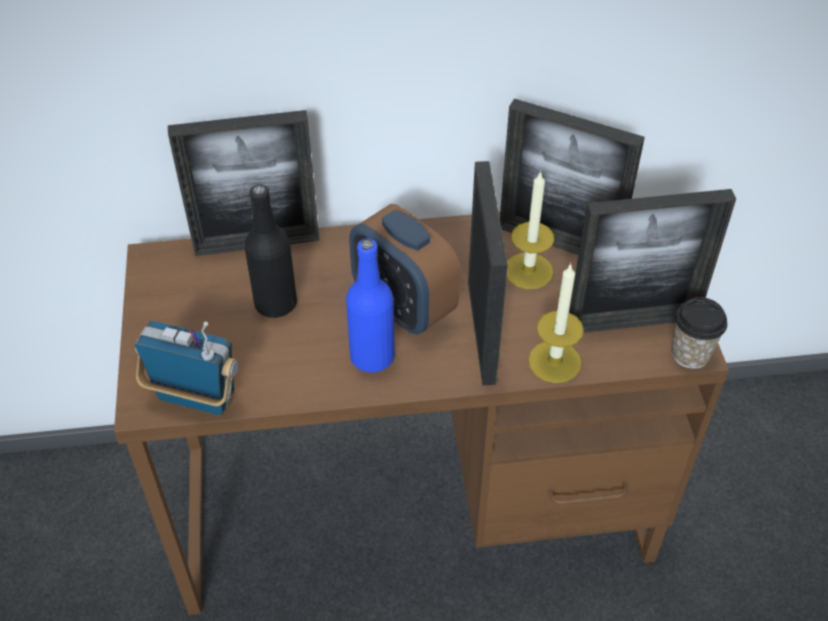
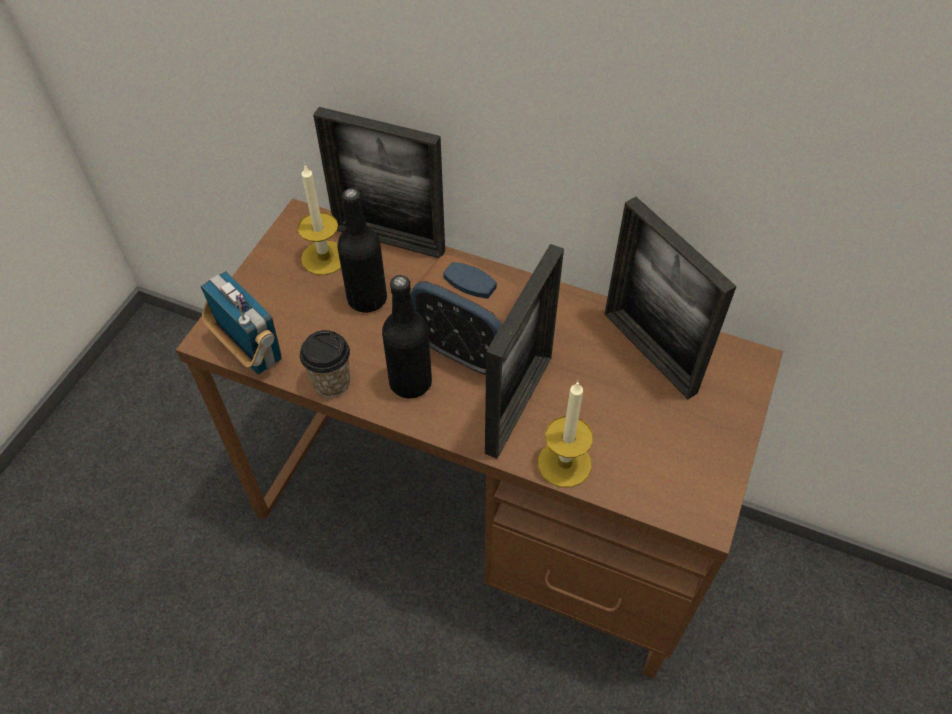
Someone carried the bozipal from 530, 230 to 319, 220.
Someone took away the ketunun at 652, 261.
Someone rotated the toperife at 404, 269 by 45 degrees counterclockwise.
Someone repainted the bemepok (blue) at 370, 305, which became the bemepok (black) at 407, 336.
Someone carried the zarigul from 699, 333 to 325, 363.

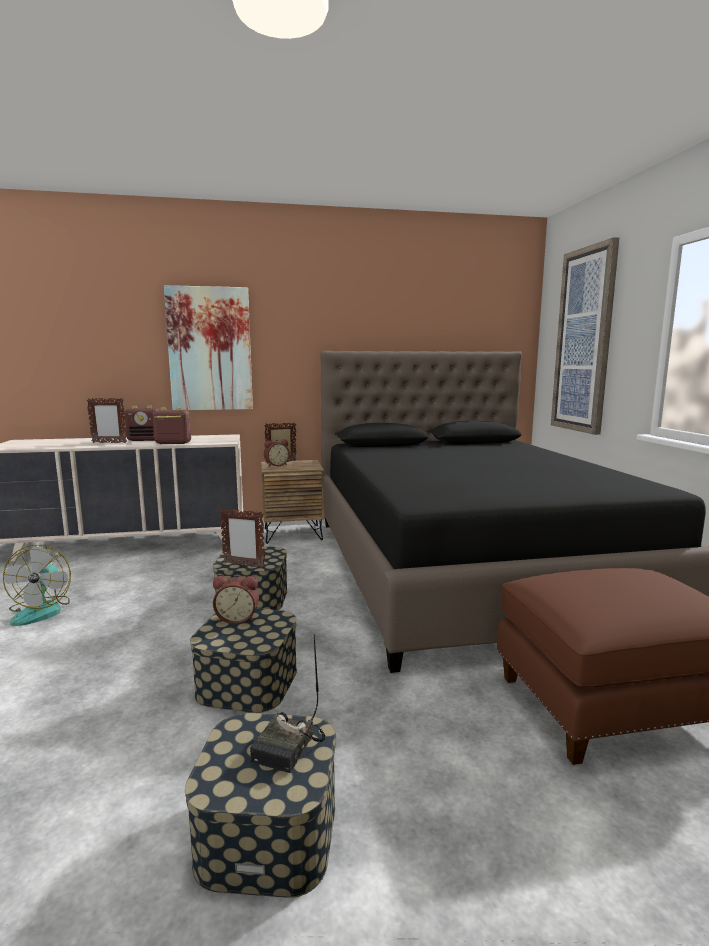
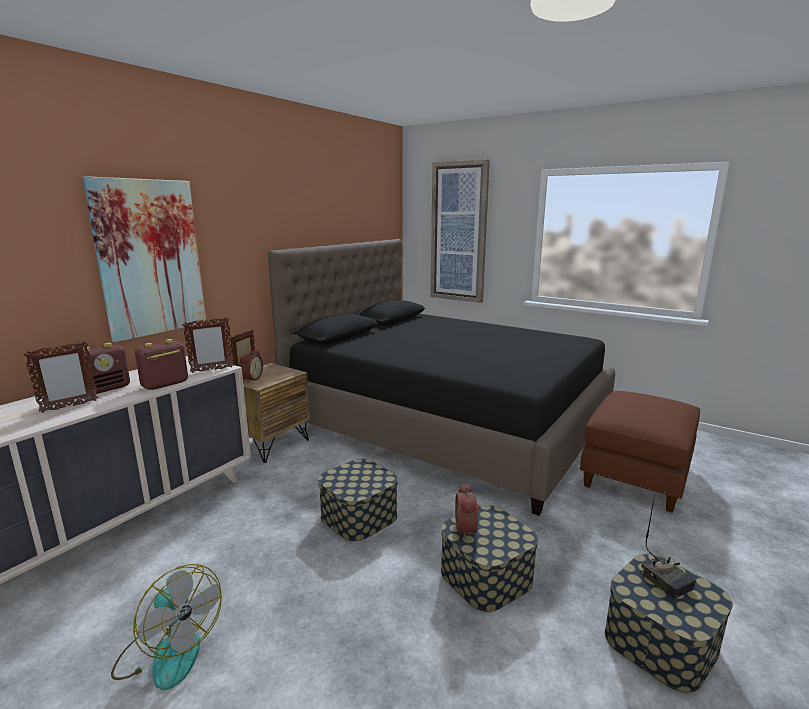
Someone carried the ketunun from 242, 538 to 208, 345.
Someone rotated the toperife at 236, 600 by 135 degrees clockwise.

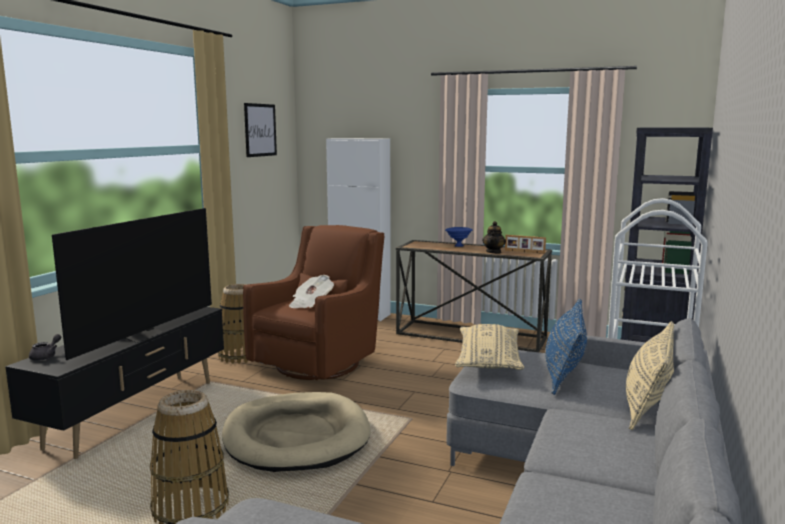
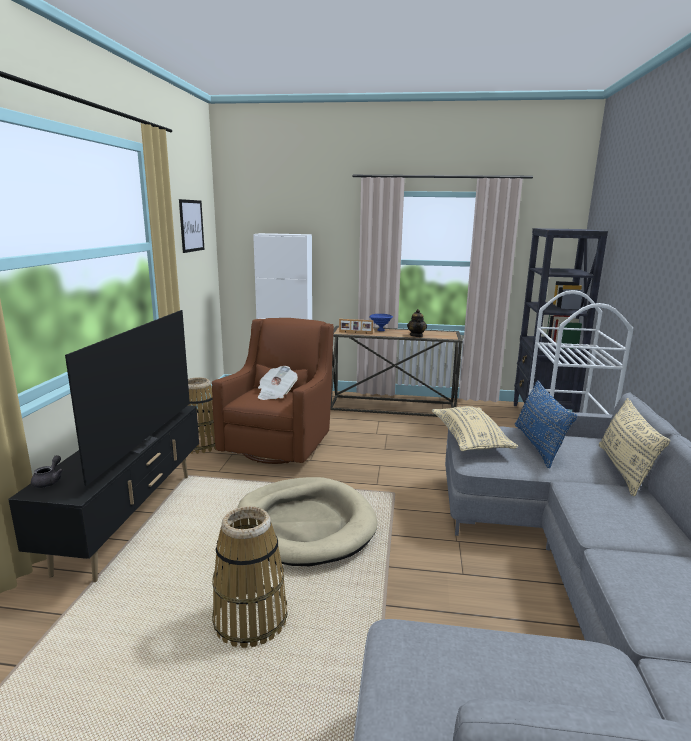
Someone carried the ketunun from 525, 244 to 356, 326.

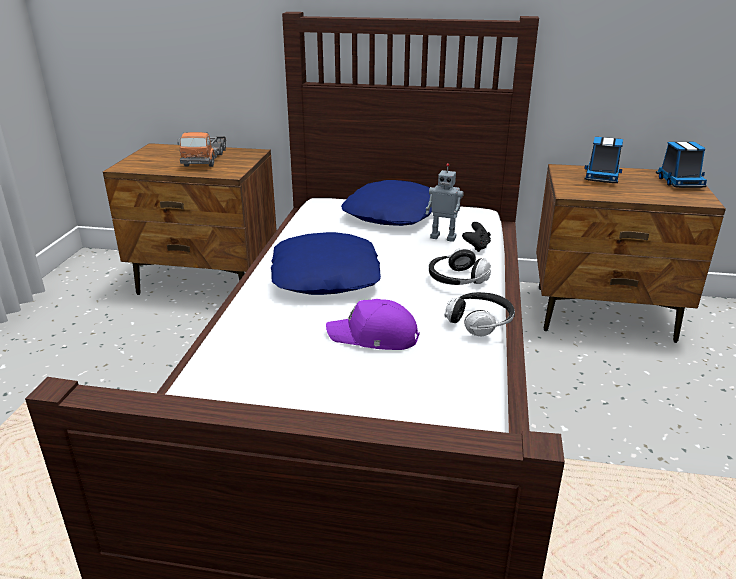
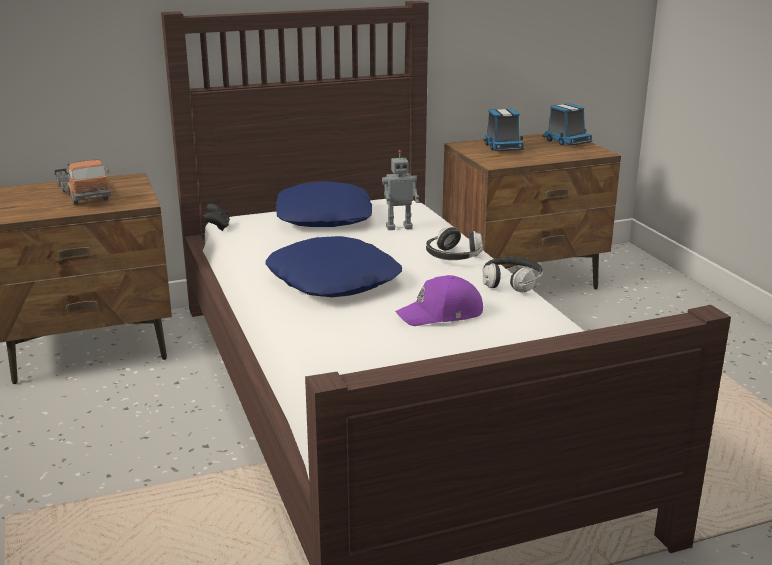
Someone carried the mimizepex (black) from 476, 237 to 217, 217.

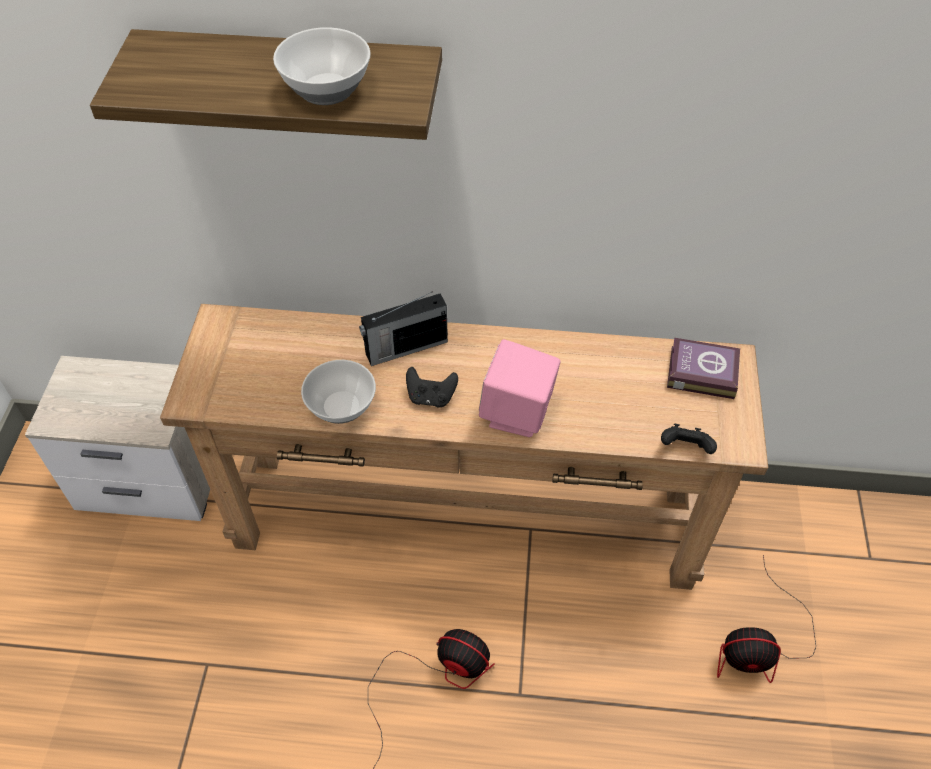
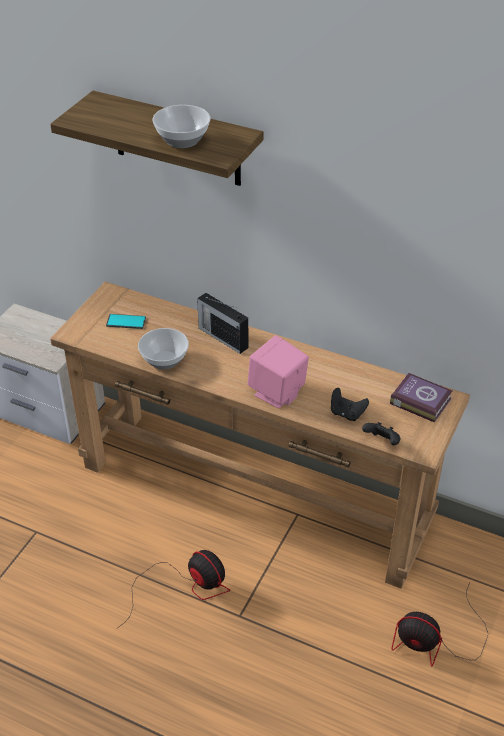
Someone rotated the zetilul at 403, 328 by 45 degrees clockwise.
Someone carried the mimizepex (black) from 432, 387 to 350, 404.
Someone put down the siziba at 126, 321.

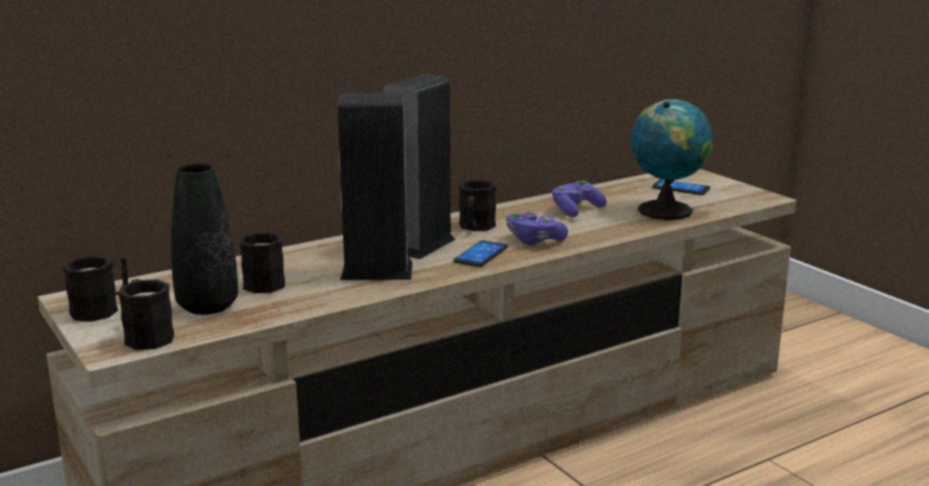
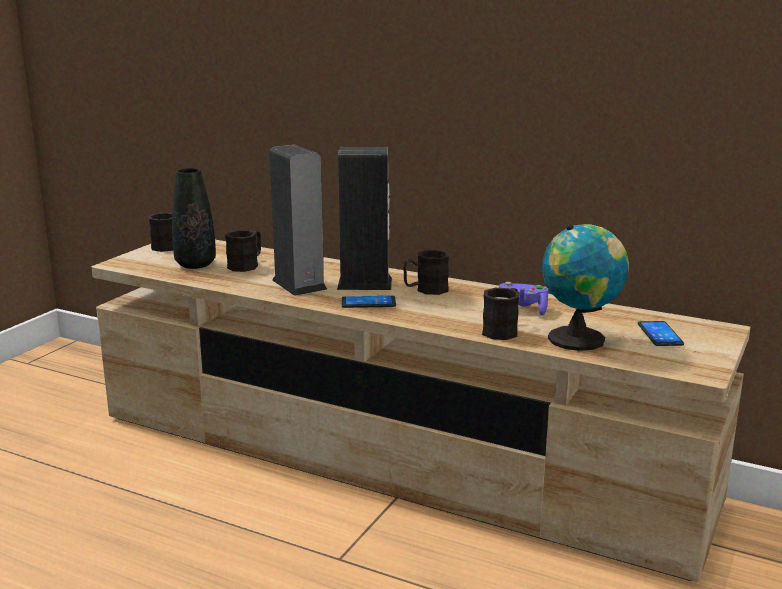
Someone took away the mimizepex (purple) at 537, 228.
Someone carried the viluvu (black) from 146, 314 to 501, 314.

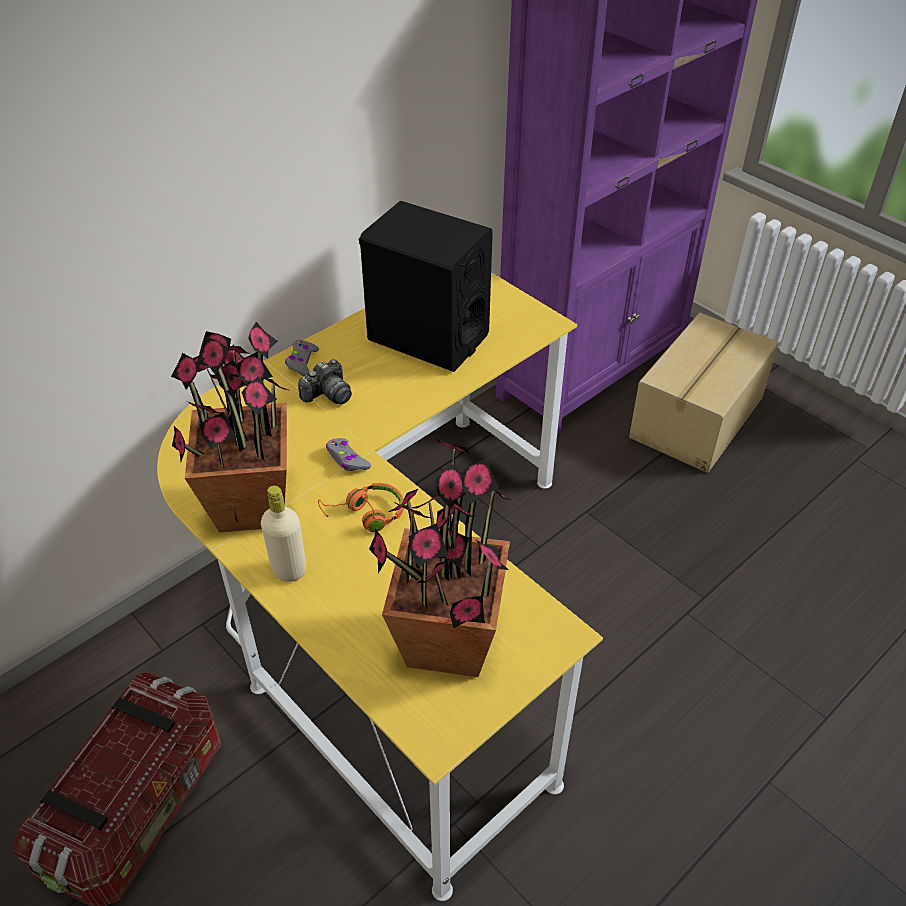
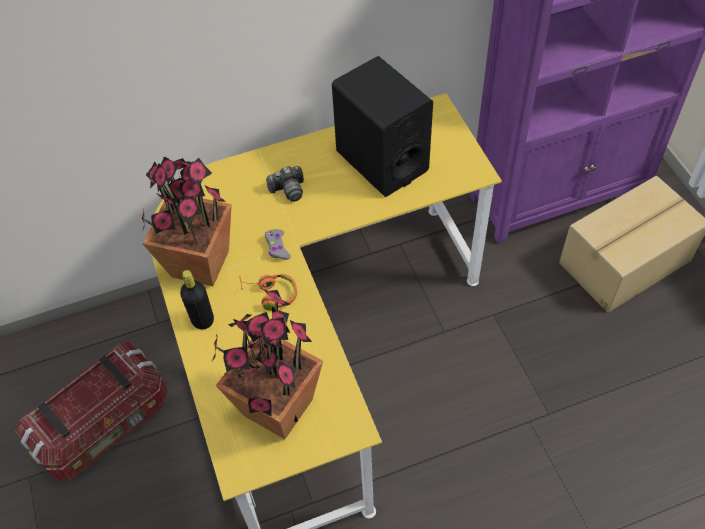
Someone took away the mimizepex (grey) at 302, 358.
Someone repainted the bemepok (beige) at 283, 534, which became the bemepok (black) at 197, 299.

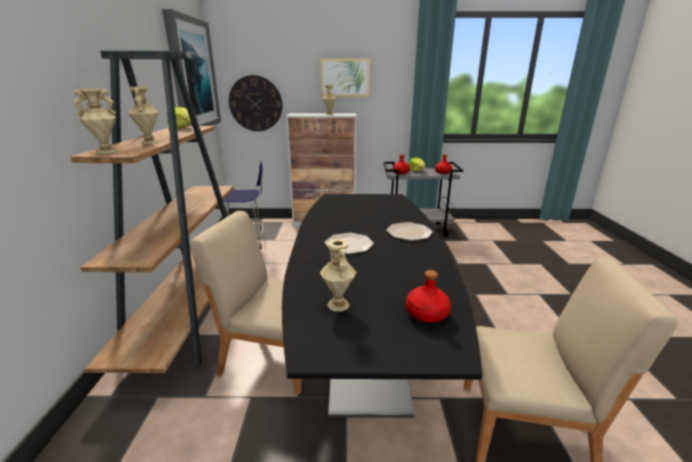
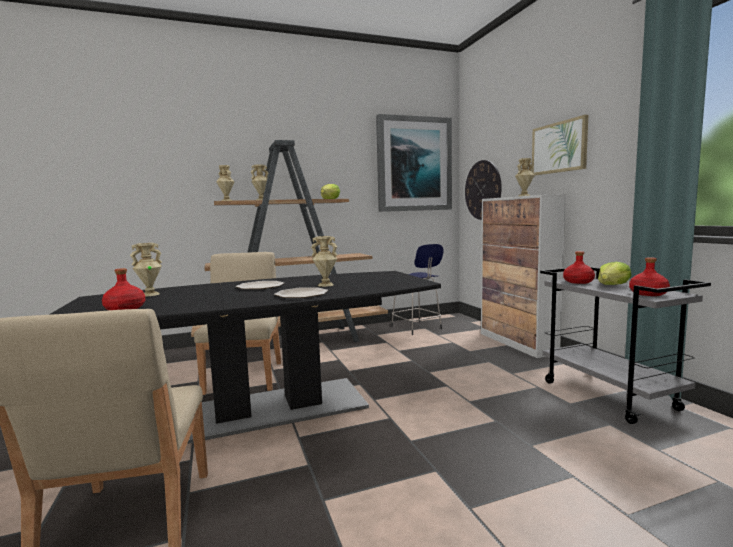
Someone put down the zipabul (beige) at 324, 261.

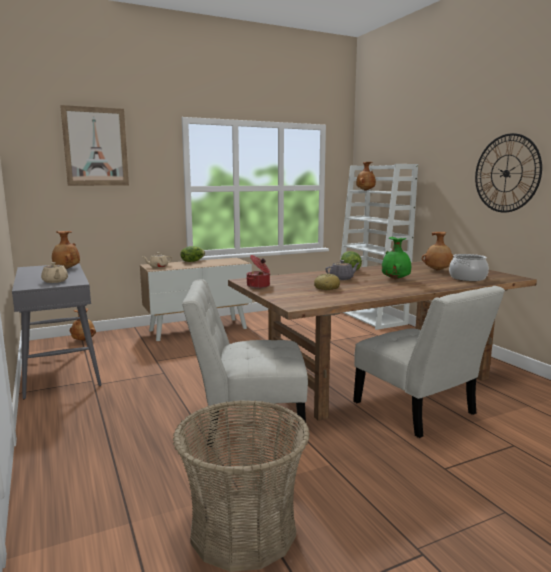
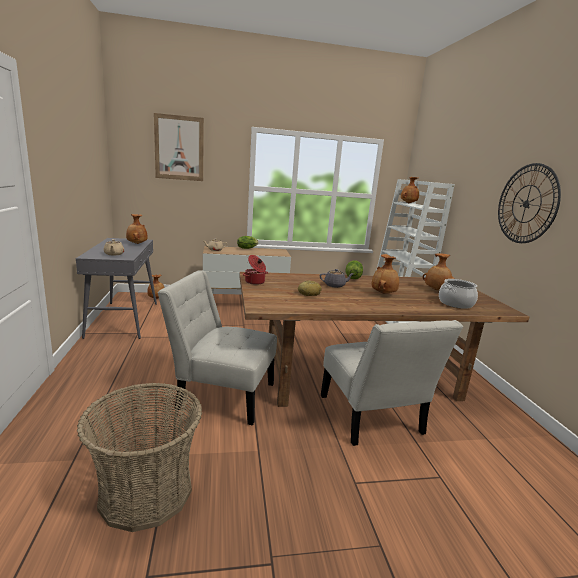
Someone repainted the zipabul (green) at 396, 258, which became the zipabul (brown) at 385, 274.

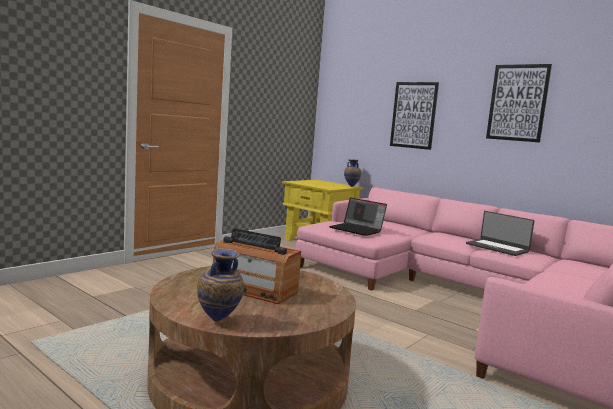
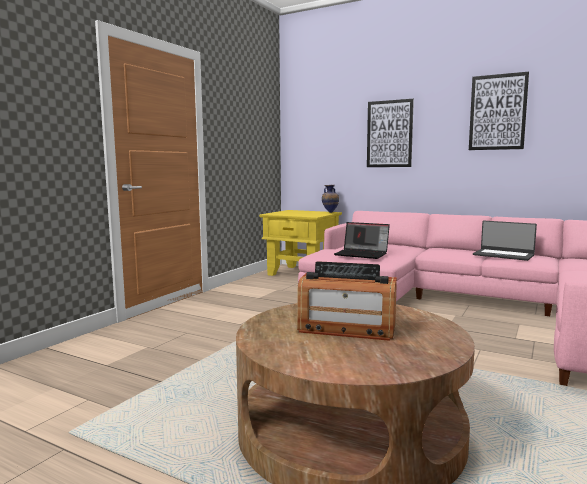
Someone took away the zipabul at 220, 284.

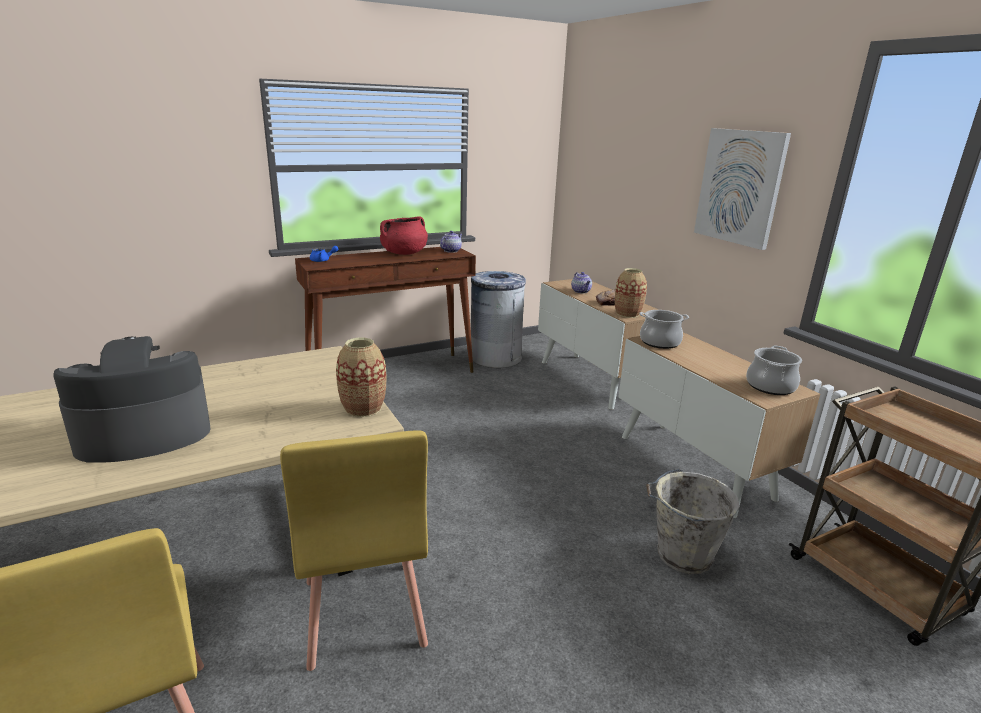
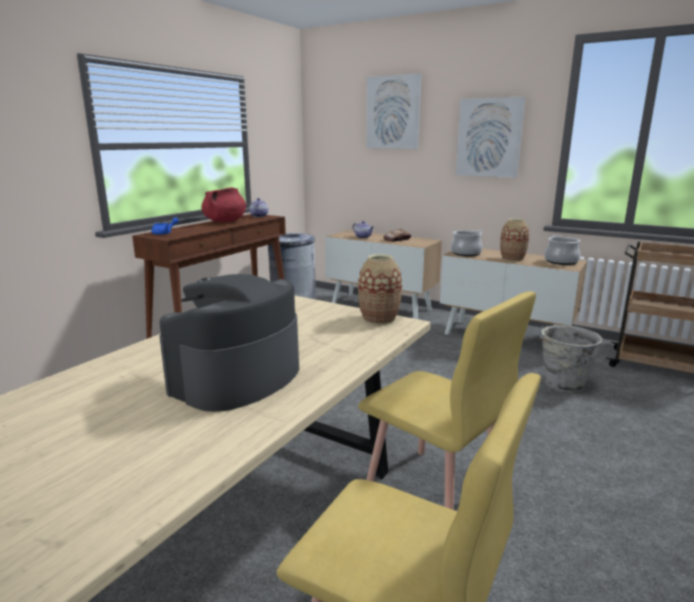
Someone carried the zipabul from 631, 293 to 514, 239.
Someone put up the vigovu at 394, 111.

